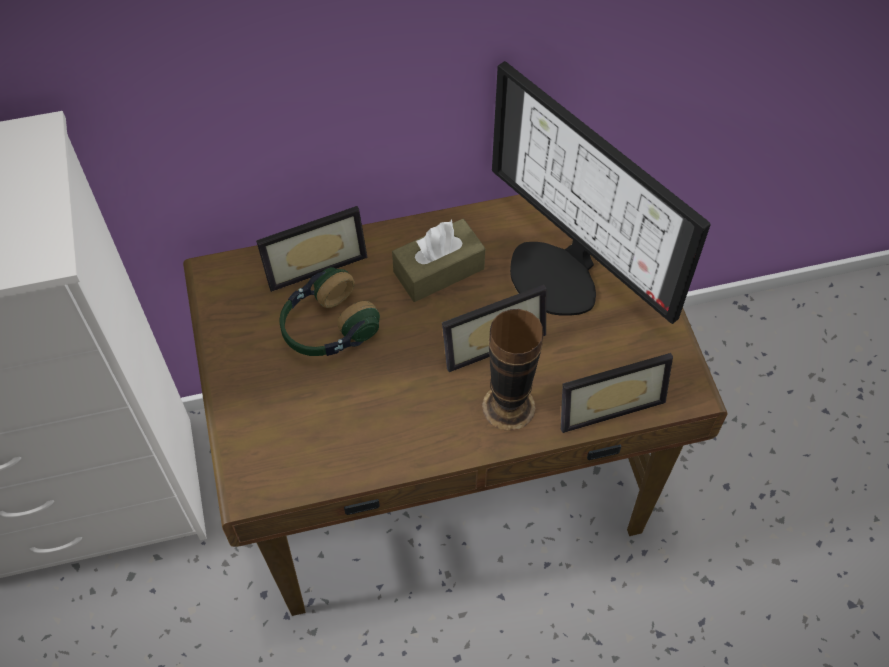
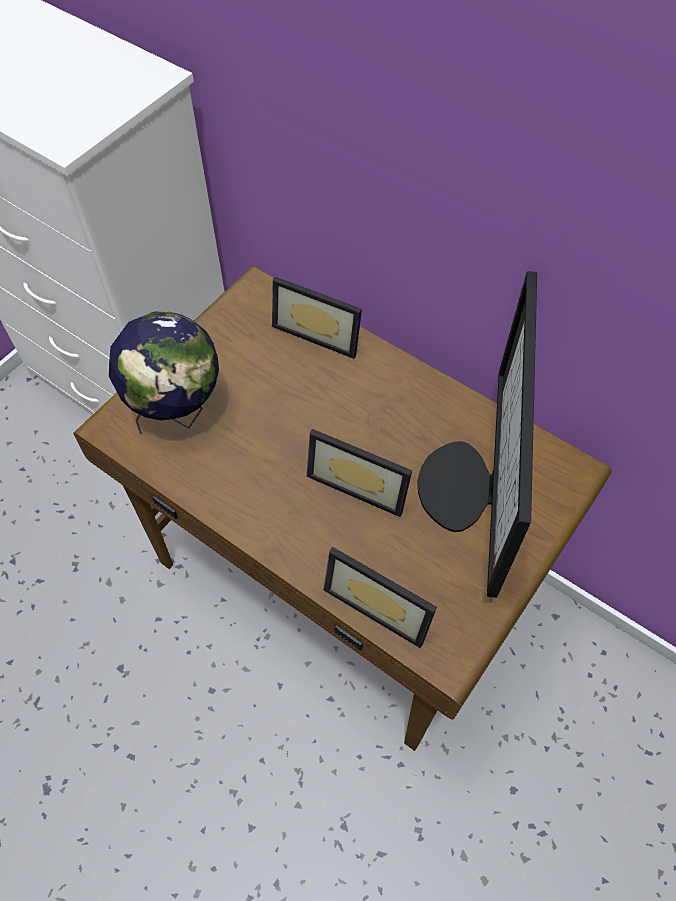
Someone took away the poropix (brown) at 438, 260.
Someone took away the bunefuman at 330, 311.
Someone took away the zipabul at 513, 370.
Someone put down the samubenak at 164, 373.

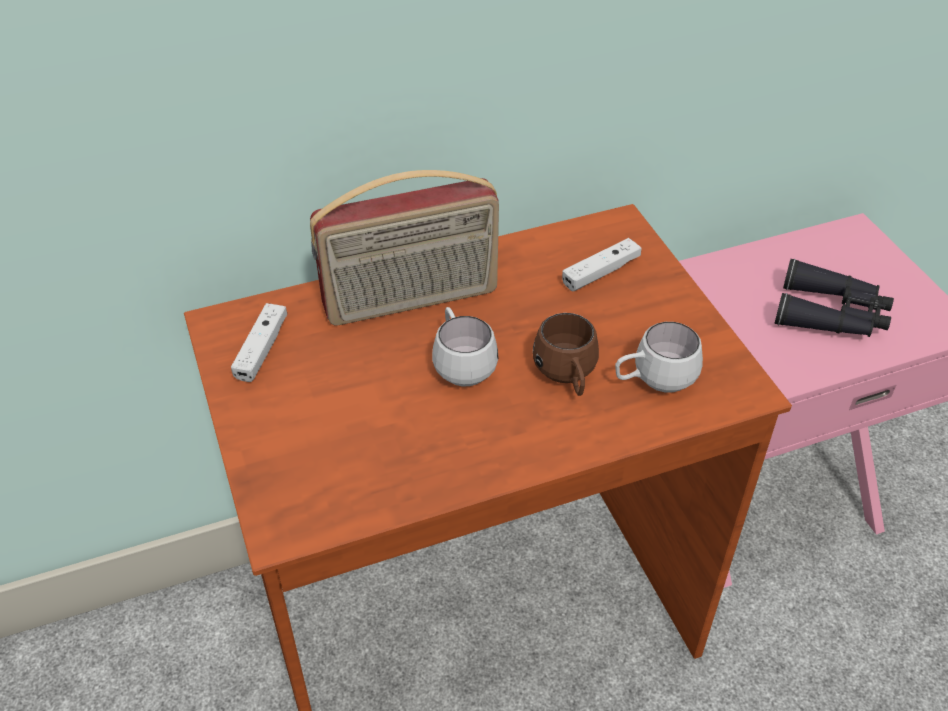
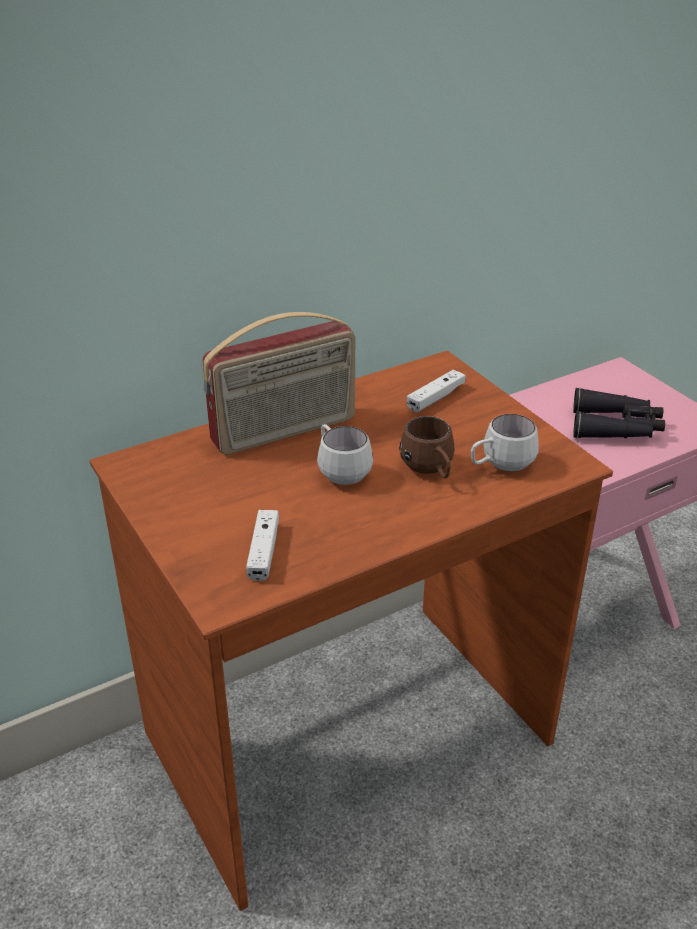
Someone carried the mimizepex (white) from 259, 342 to 262, 545.

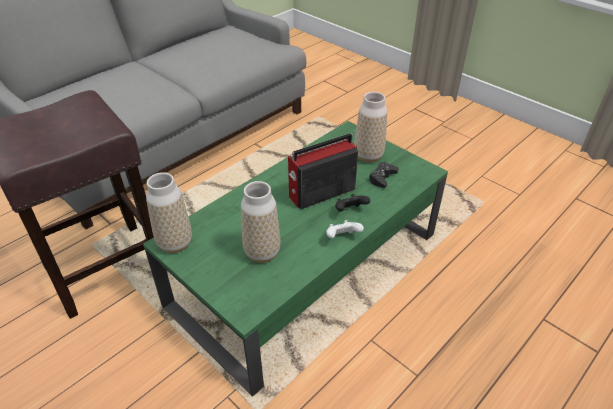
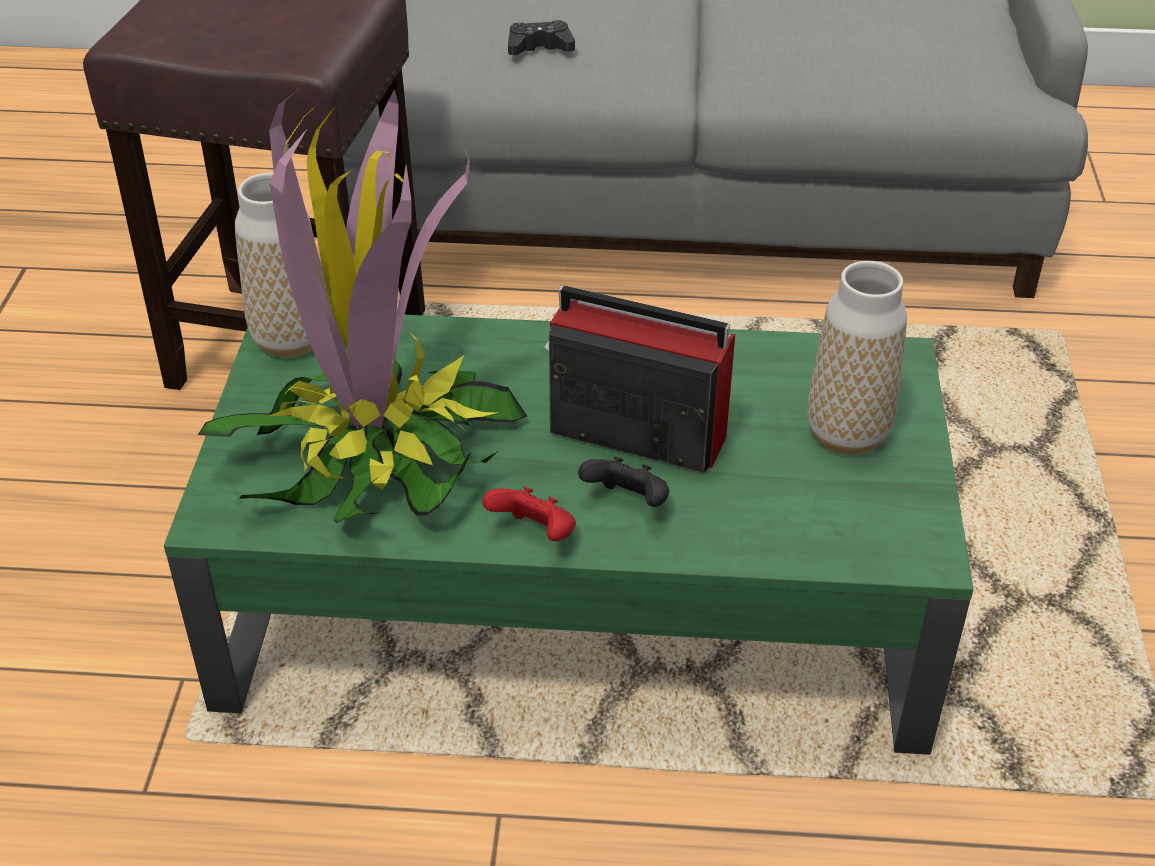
Someone carried the mimizepex (black) from 384, 175 to 541, 37.
Someone swapped the zipabul at 261, 222 for the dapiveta at 362, 305.
Someone repainted the mimizepex (white) at 345, 229, which became the mimizepex (red) at 529, 513.

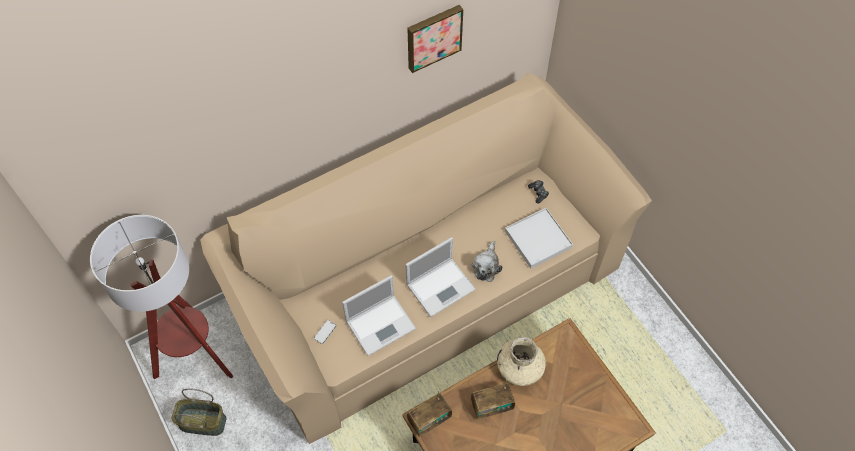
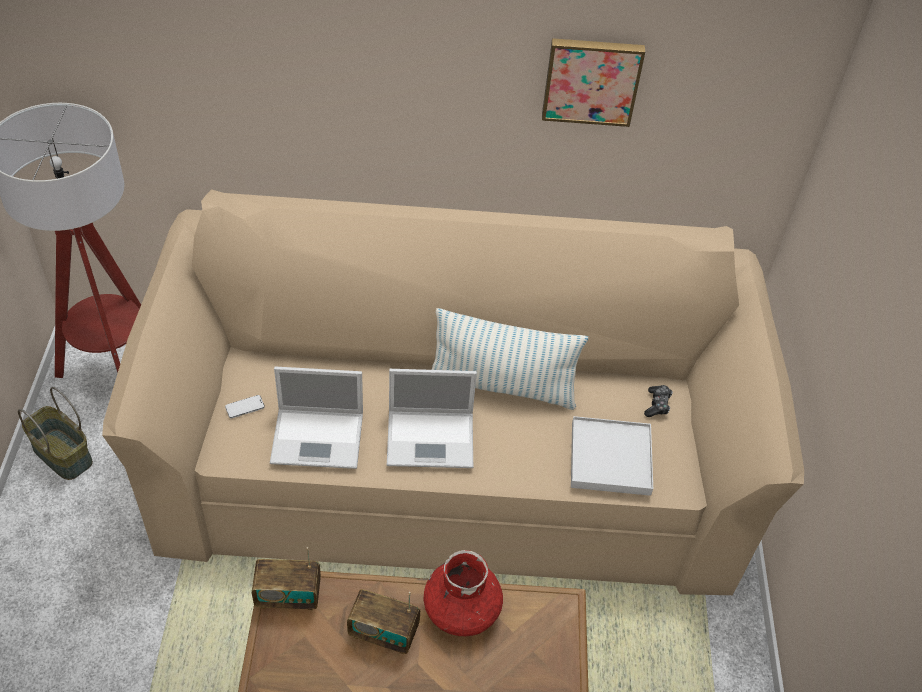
Someone took away the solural at 487, 261.
Someone repainted the zipabul (beige) at 521, 361, which became the zipabul (red) at 463, 593.
Someone put down the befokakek at 510, 359.

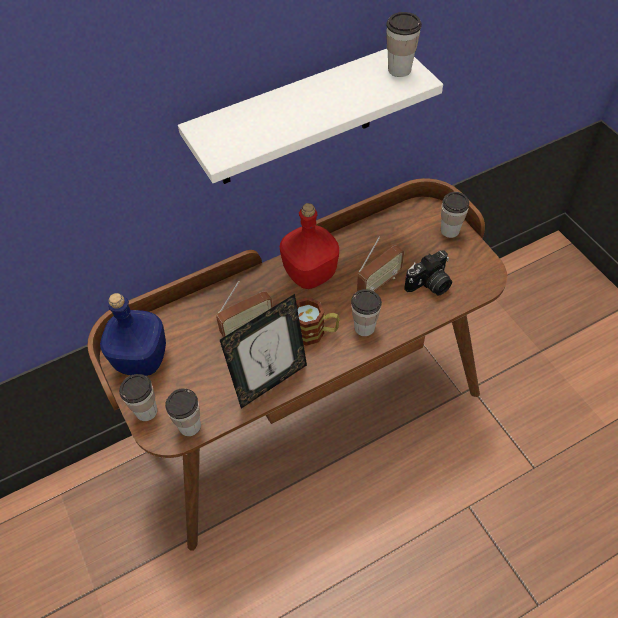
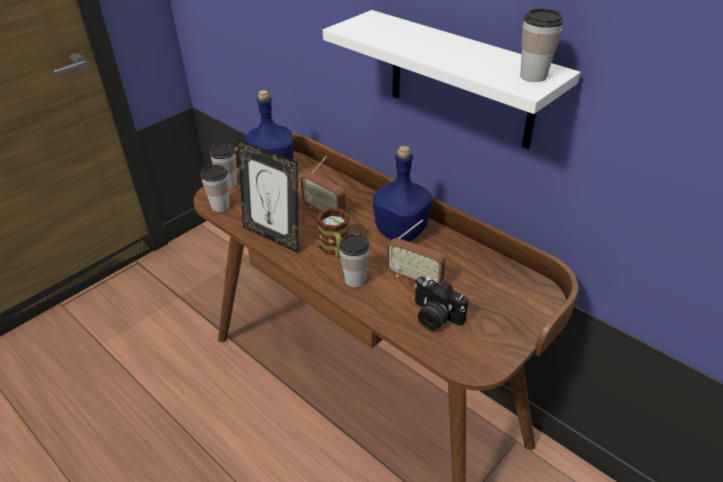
Someone took away the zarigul at 455, 215.
Someone repainted the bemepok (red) at 309, 246, which became the bemepok (blue) at 402, 194.

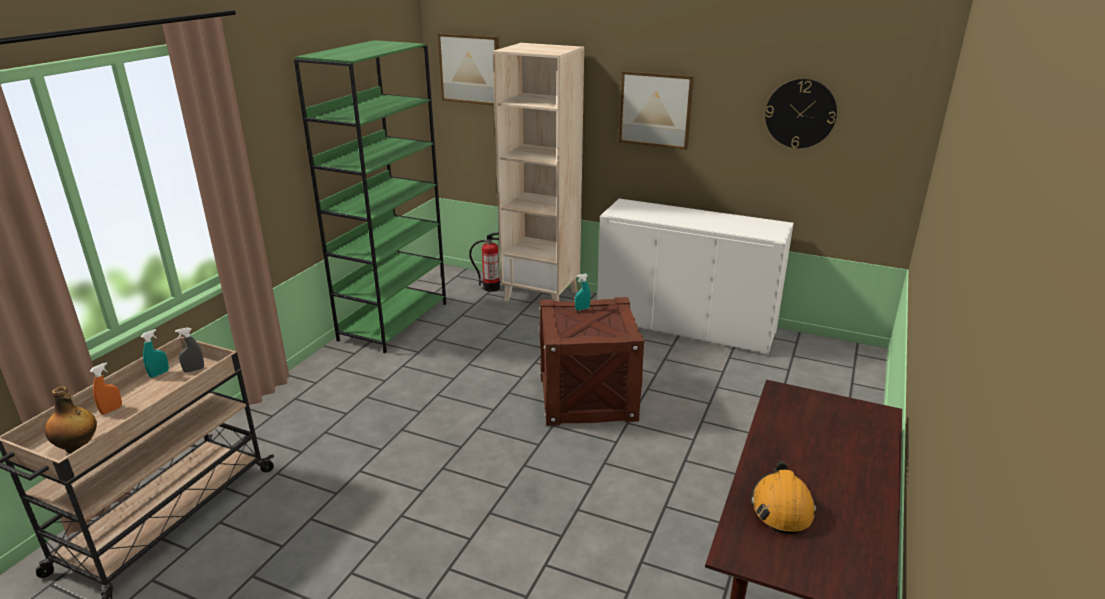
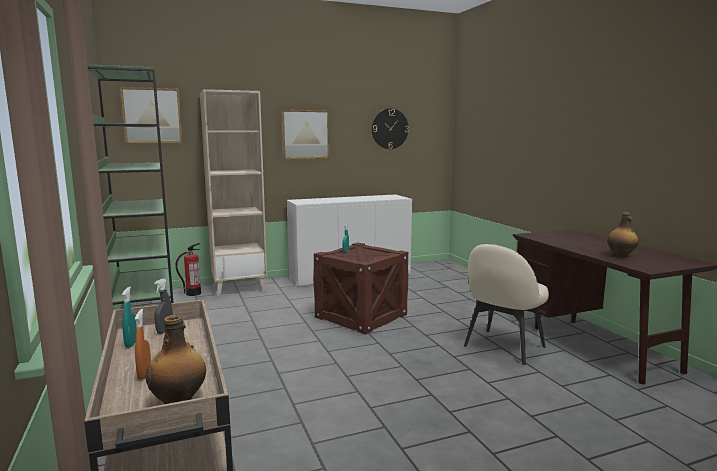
Someone swapped the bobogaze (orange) at 784, 497 for the bemepok at 623, 235.
Someone put down the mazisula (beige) at 506, 304.

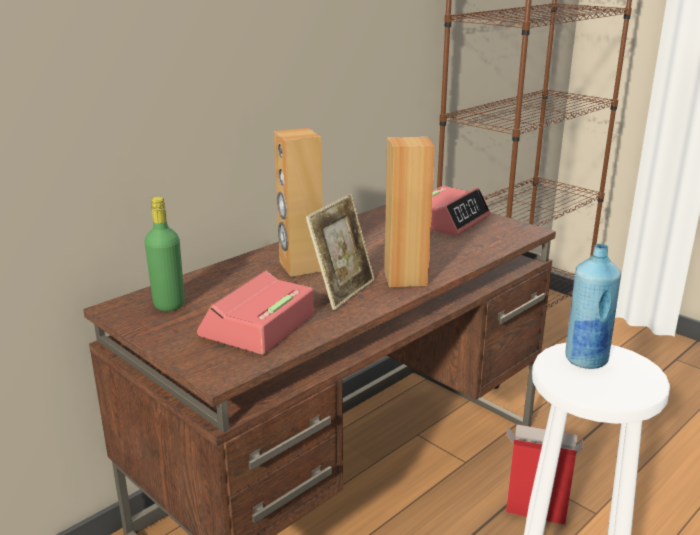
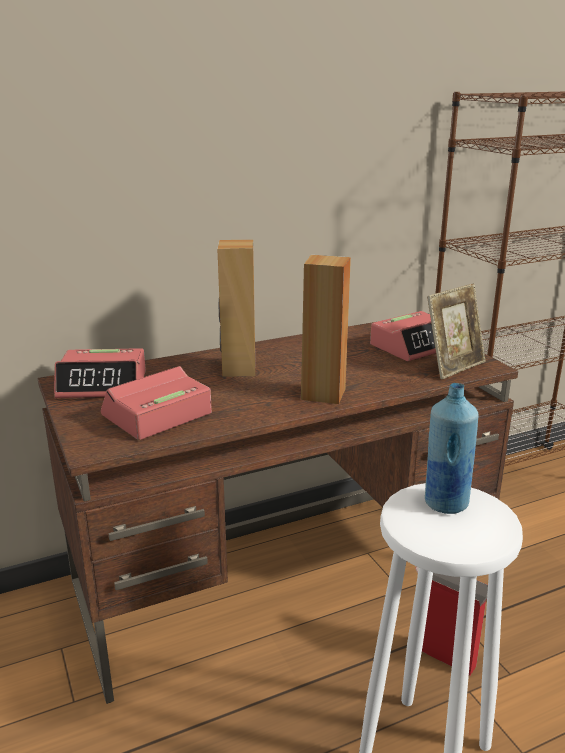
Someone carried the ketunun from 340, 252 to 456, 331.
Someone swapped the bemepok (green) at 165, 253 for the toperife at 100, 373.

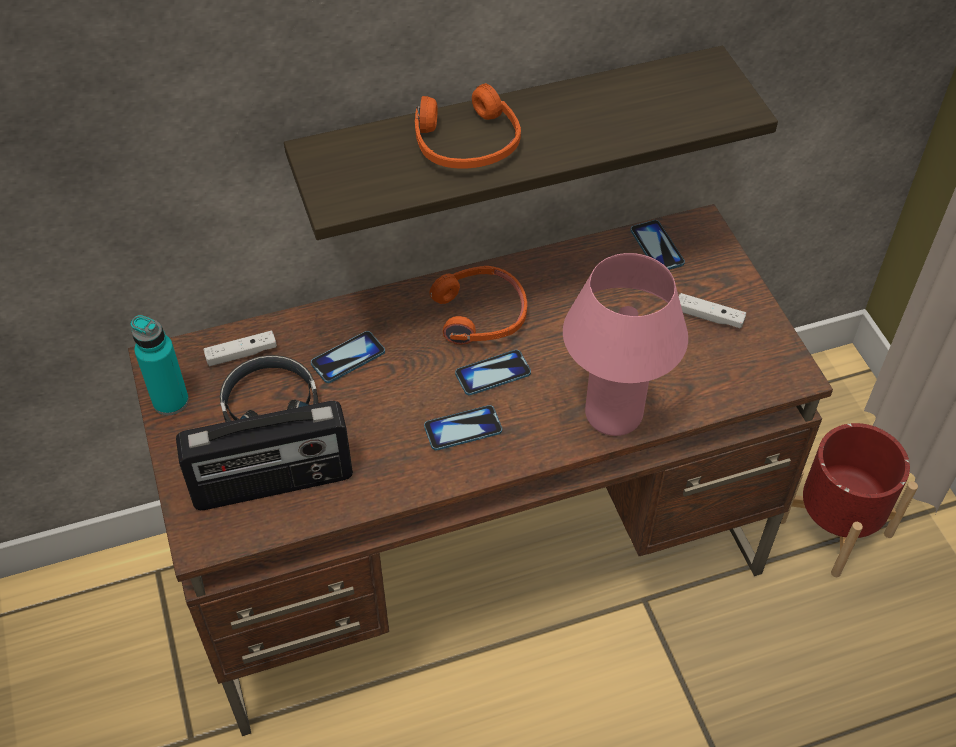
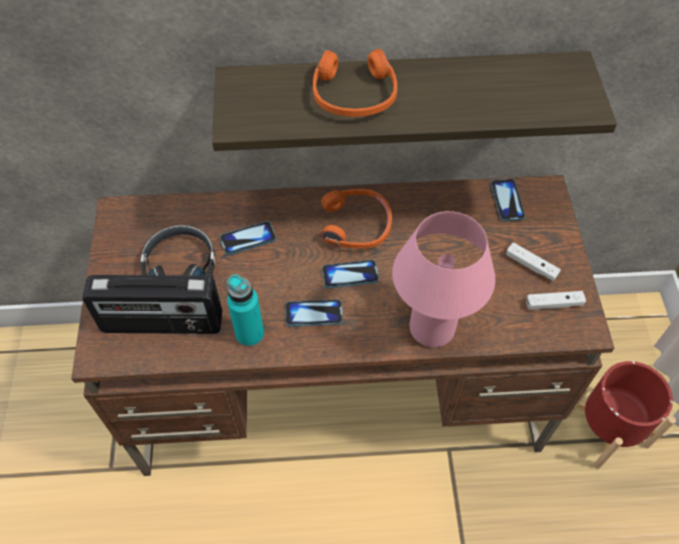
Someone carried the bemepok (turquoise) from 160, 365 to 245, 310.
Someone carried the mimizepex (white) from 240, 348 to 556, 300.

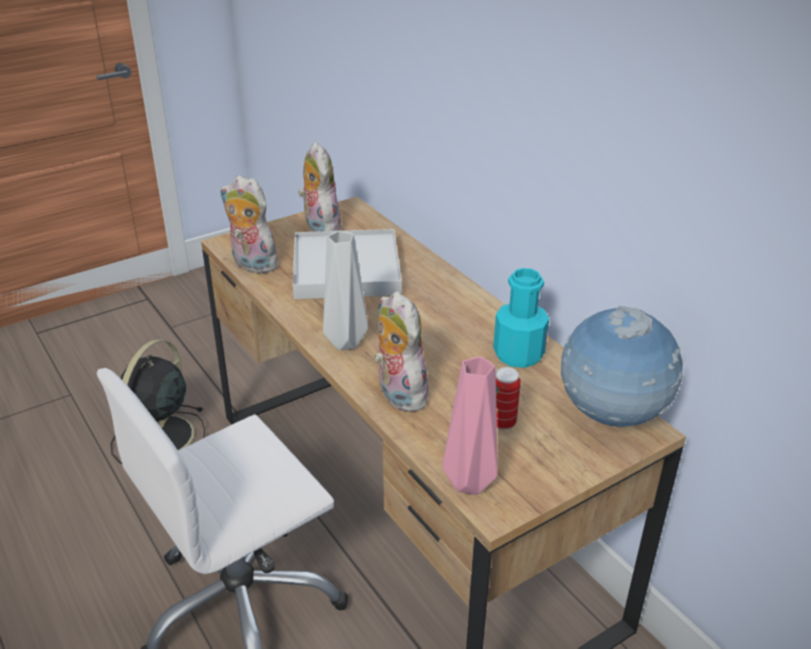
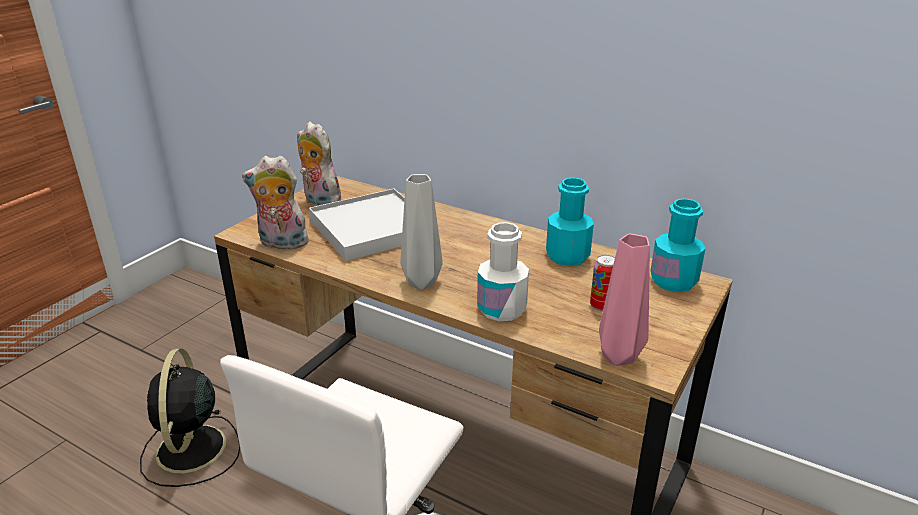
Someone swapped the solural at 402, 351 for the bemepok (white) at 503, 271.
Someone swapped the samubenak at 622, 366 for the bemepok (turquoise) at 677, 245.

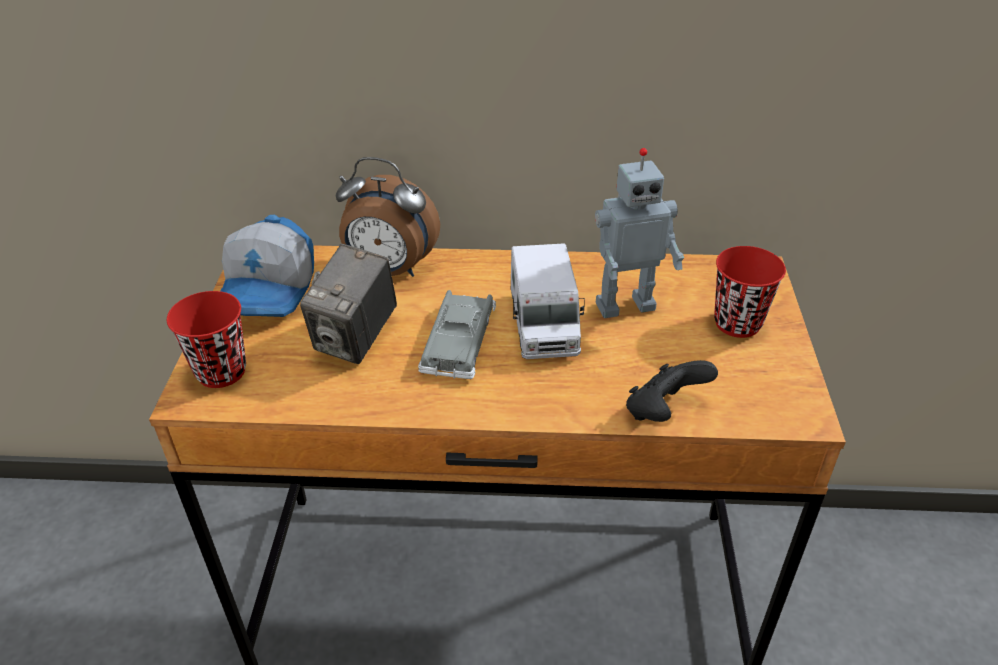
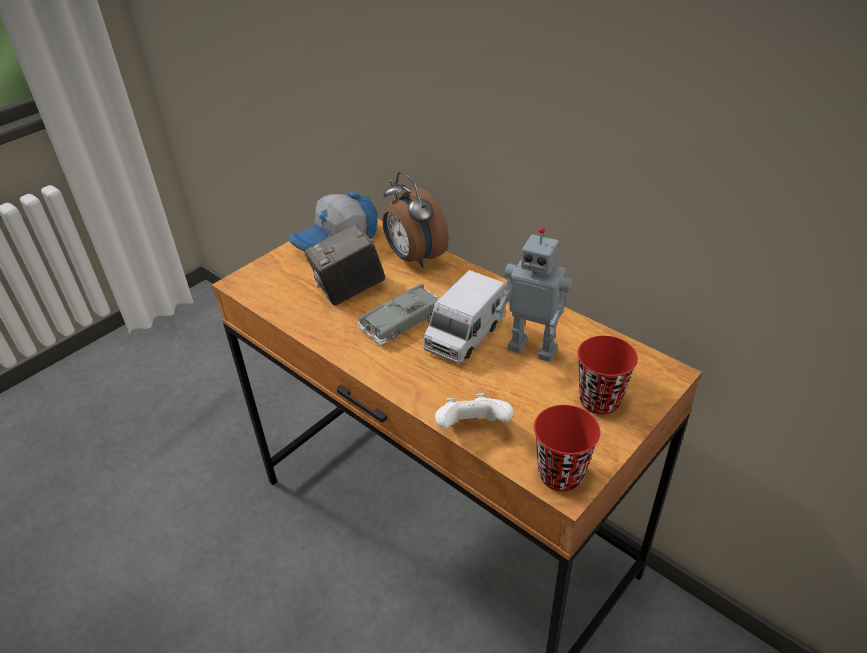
Someone carried the zarigul (red) from 206, 339 to 567, 448.
Someone repainted the mimizepex (black) at 672, 391, which became the mimizepex (white) at 474, 411.

